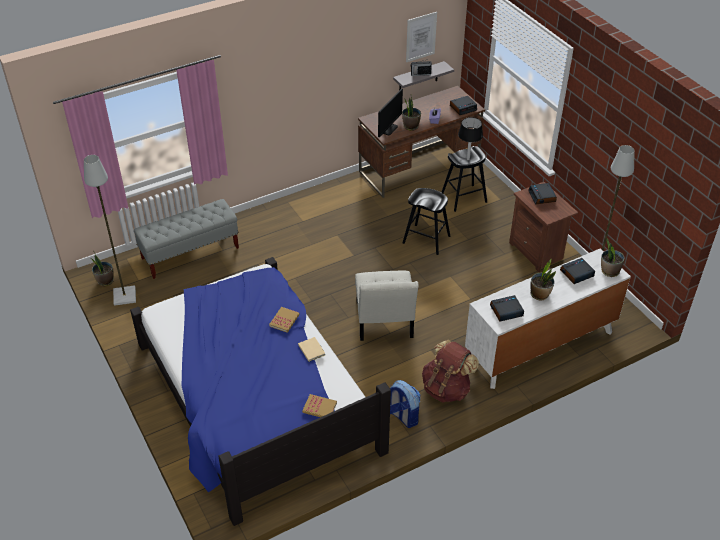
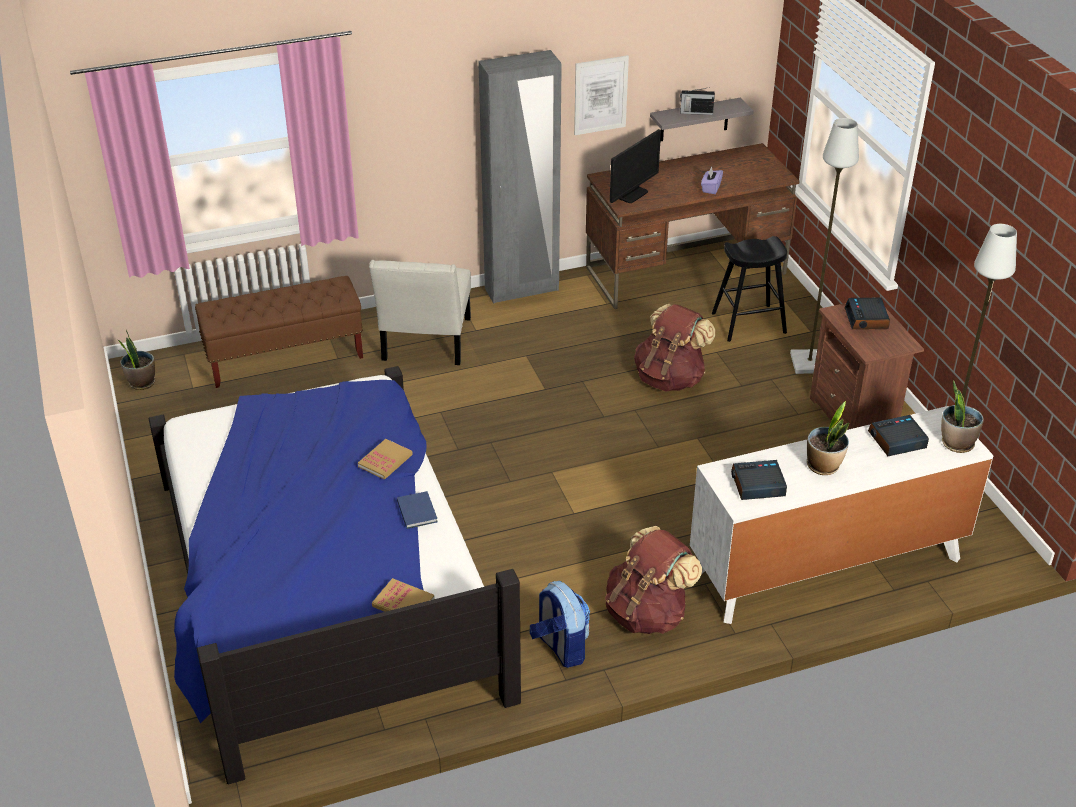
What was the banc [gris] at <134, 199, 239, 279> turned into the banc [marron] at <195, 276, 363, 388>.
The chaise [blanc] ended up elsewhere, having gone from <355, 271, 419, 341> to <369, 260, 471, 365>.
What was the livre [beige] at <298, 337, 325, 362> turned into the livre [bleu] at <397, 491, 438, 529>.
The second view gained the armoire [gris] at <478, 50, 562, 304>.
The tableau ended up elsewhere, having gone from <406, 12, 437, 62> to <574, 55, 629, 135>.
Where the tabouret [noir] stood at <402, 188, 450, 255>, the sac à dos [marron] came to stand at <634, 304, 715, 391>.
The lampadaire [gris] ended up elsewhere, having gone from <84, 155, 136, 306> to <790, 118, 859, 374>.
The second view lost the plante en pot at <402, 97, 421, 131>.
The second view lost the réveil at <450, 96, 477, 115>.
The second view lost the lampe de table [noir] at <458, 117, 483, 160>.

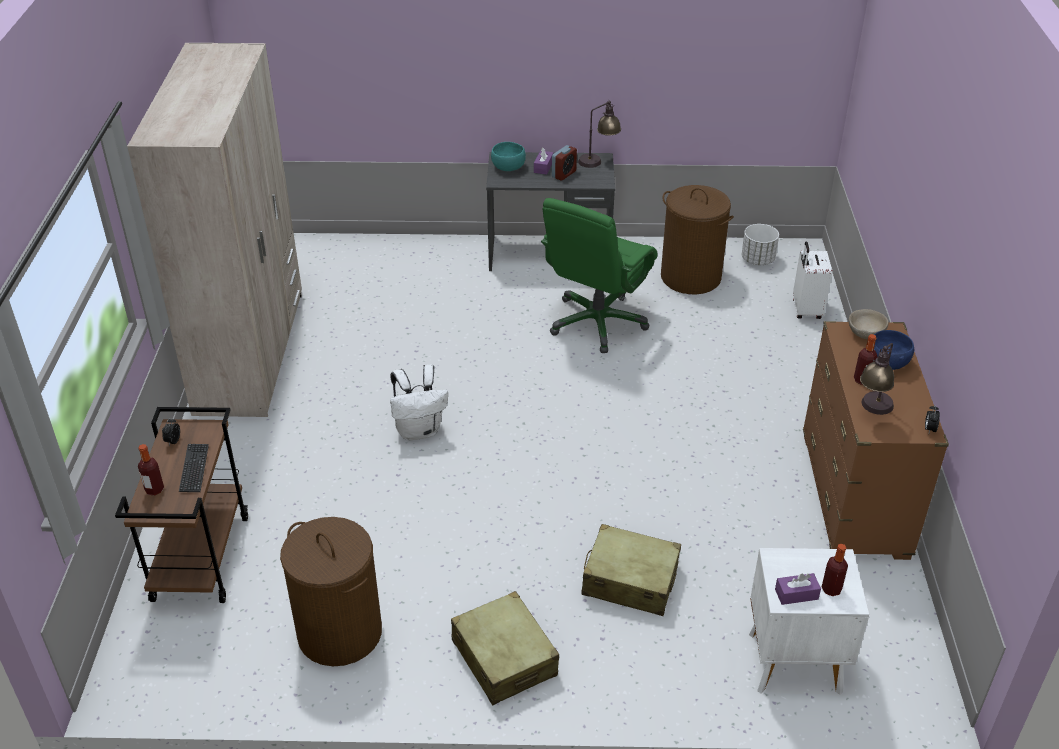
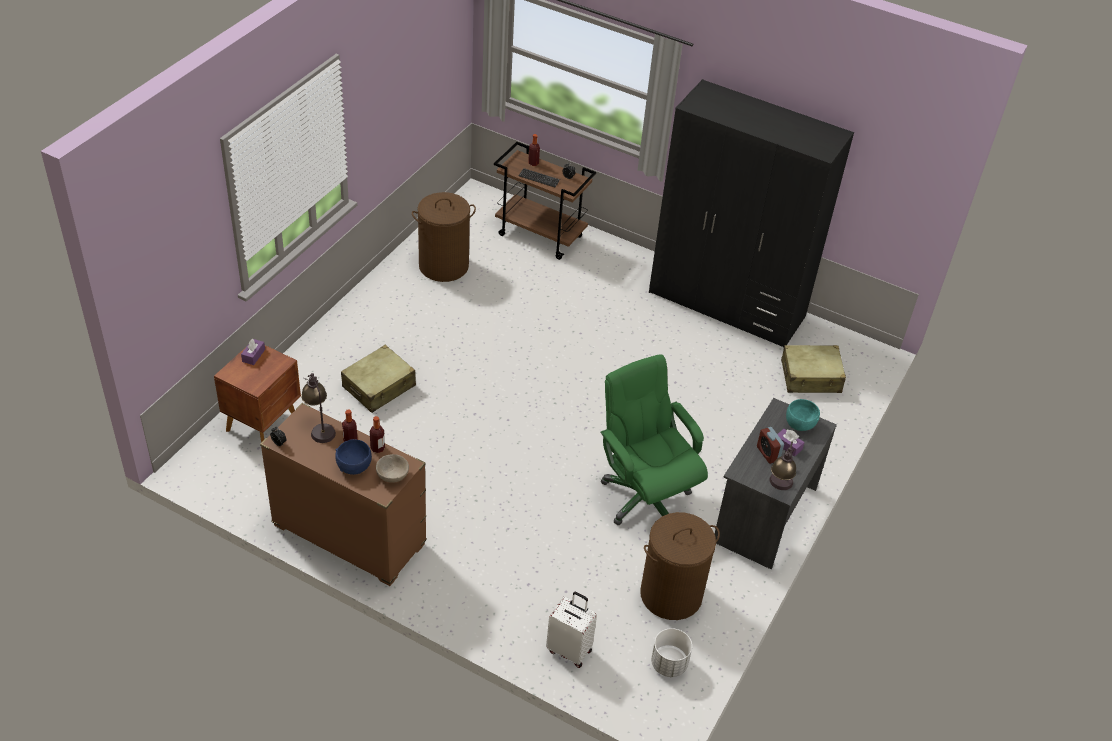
What was the table de chevet [blanc] at <749, 548, 869, 695> turned into the table de chevet [marron] at <214, 345, 301, 443>.
The bouteille ended up elsewhere, having gone from <821, 544, 848, 596> to <370, 416, 385, 453>.
What was the armoire [beige] at <127, 43, 302, 417> turned into the armoire [noir] at <649, 79, 854, 348>.
The valise [beige] ended up elsewhere, having gone from <451, 591, 559, 705> to <781, 345, 846, 393>.
The second view lost the sac à dos [blanc] at <390, 364, 448, 440>.

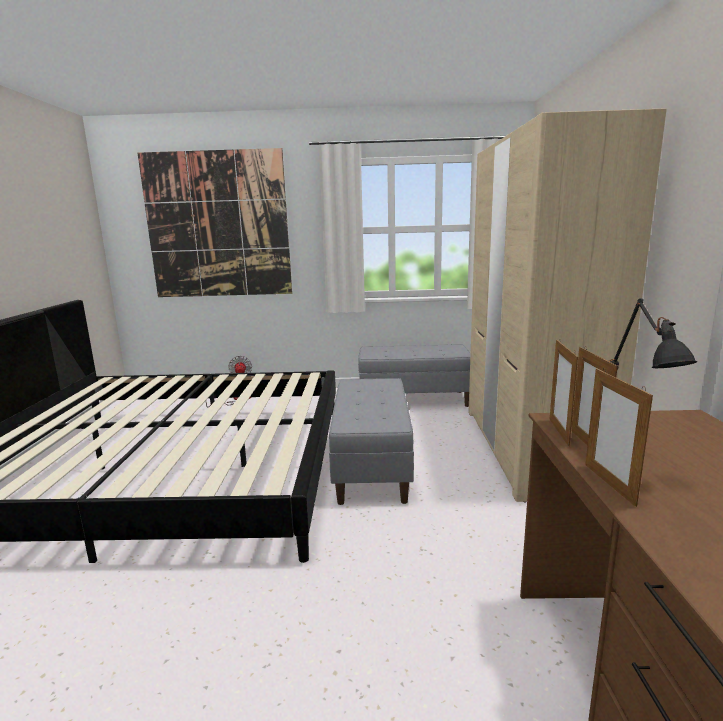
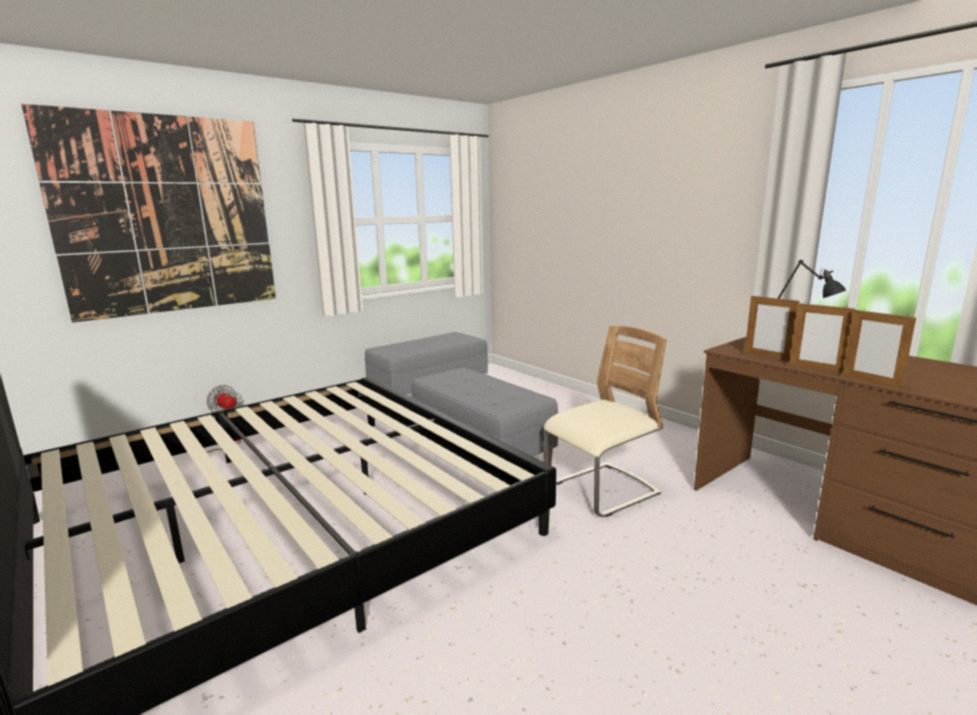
The second view gained the chaise [beige] at <544, 326, 667, 517>.
The cadre photo ended up elsewhere, having gone from <550, 339, 578, 446> to <843, 308, 916, 389>.
The second view lost the armoire [beige] at <468, 108, 667, 503>.

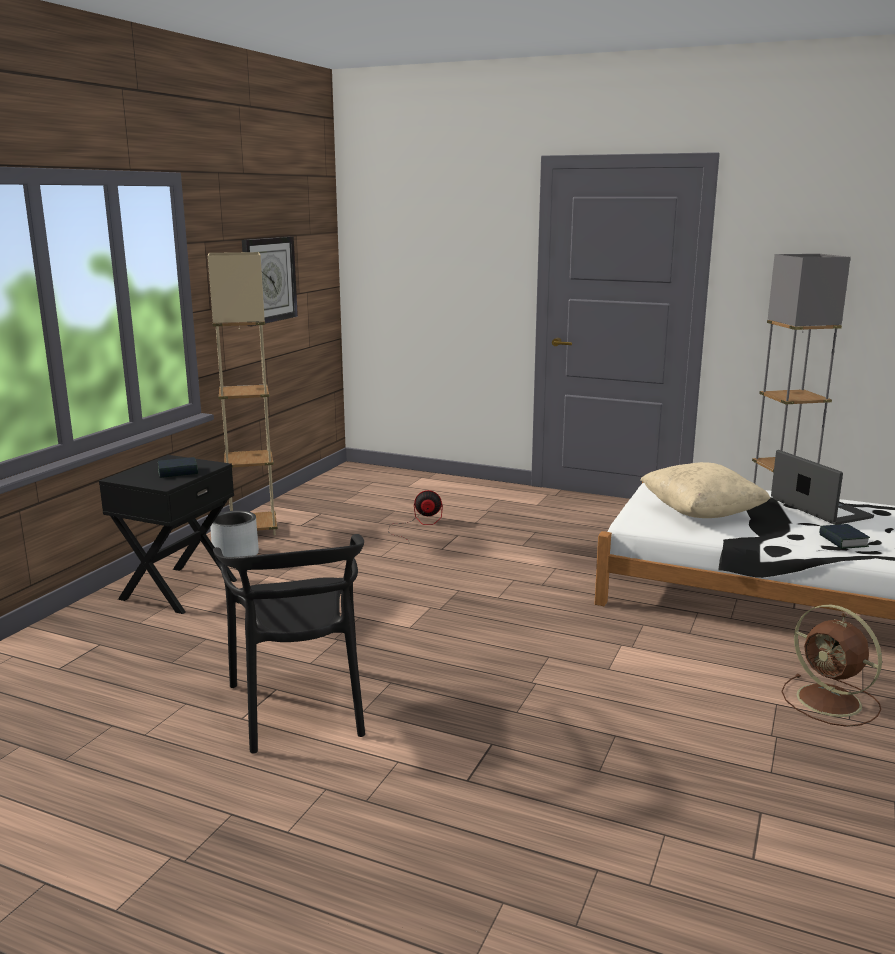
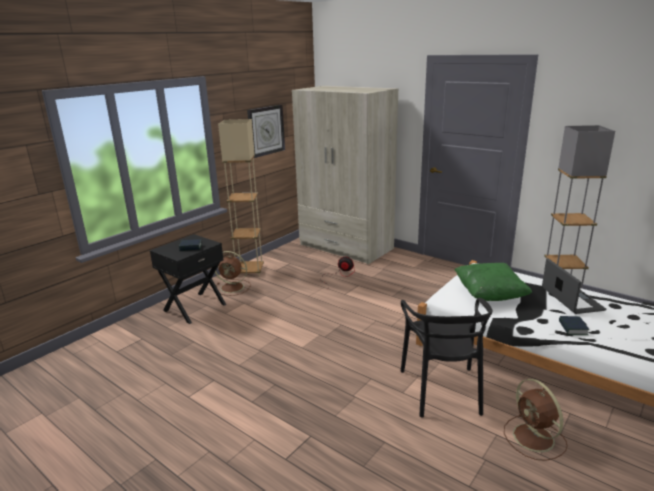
Where the cache-pot [gris] stood at <210, 510, 259, 557>, the ventilateur [marron] came to stand at <215, 251, 251, 296>.
The second view gained the armoire [beige] at <292, 86, 398, 264>.
The chaise [noir] ended up elsewhere, having gone from <213, 534, 365, 754> to <401, 298, 493, 417>.
What was the coussin [beige] at <640, 462, 770, 518> turned into the coussin [vert] at <455, 263, 532, 301>.

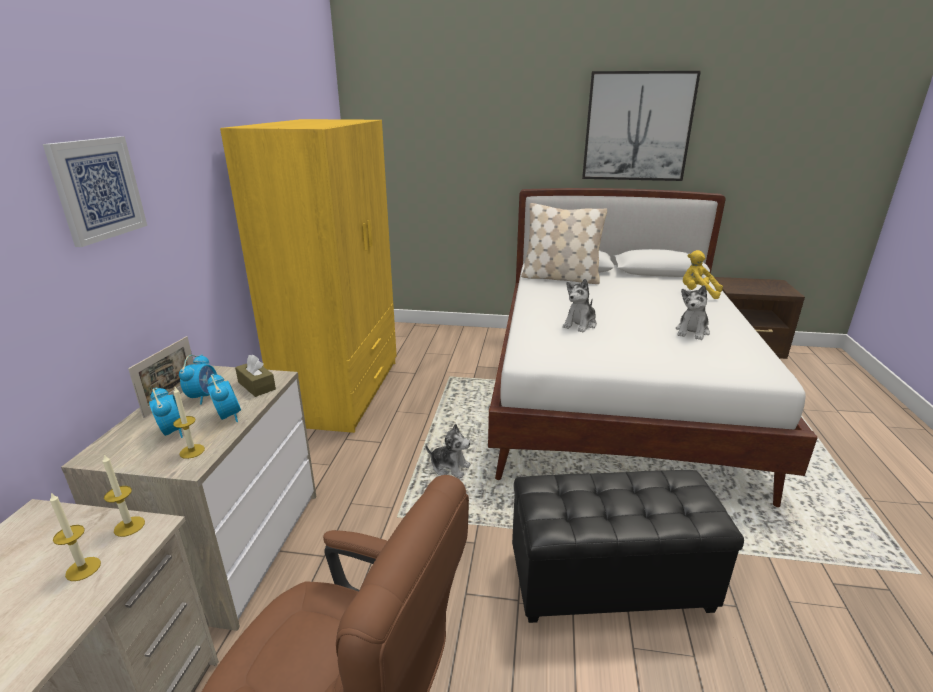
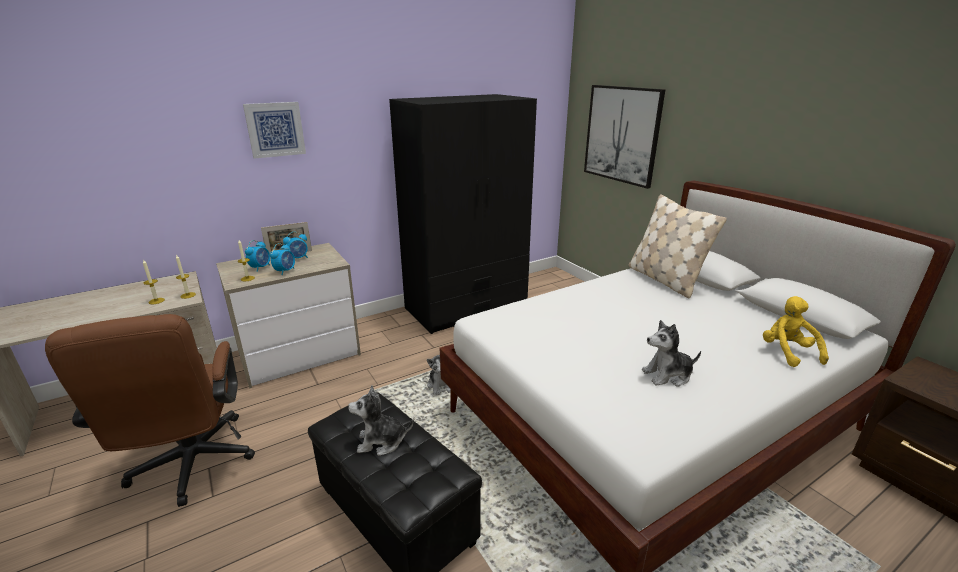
The peluche ended up elsewhere, having gone from <563, 279, 597, 332> to <348, 385, 413, 456>.
What was the armoire [jaune] at <220, 119, 397, 433> turned into the armoire [noir] at <389, 94, 537, 334>.
The tableau ended up elsewhere, having gone from <582, 71, 701, 181> to <584, 85, 665, 189>.
The second view lost the boîte à mouchoirs [marron] at <235, 354, 276, 397>.

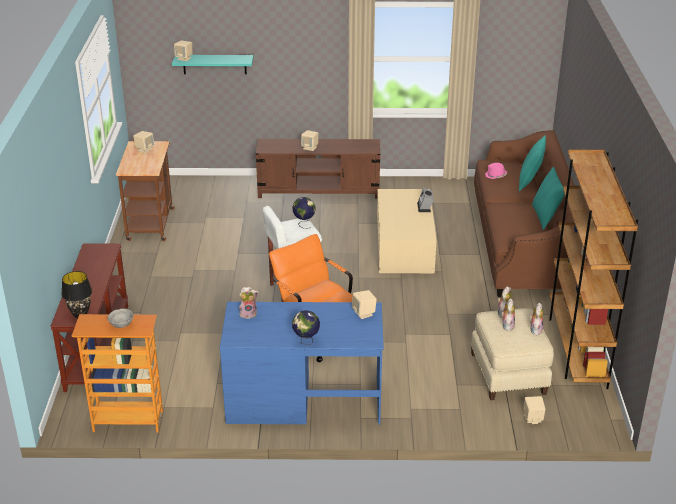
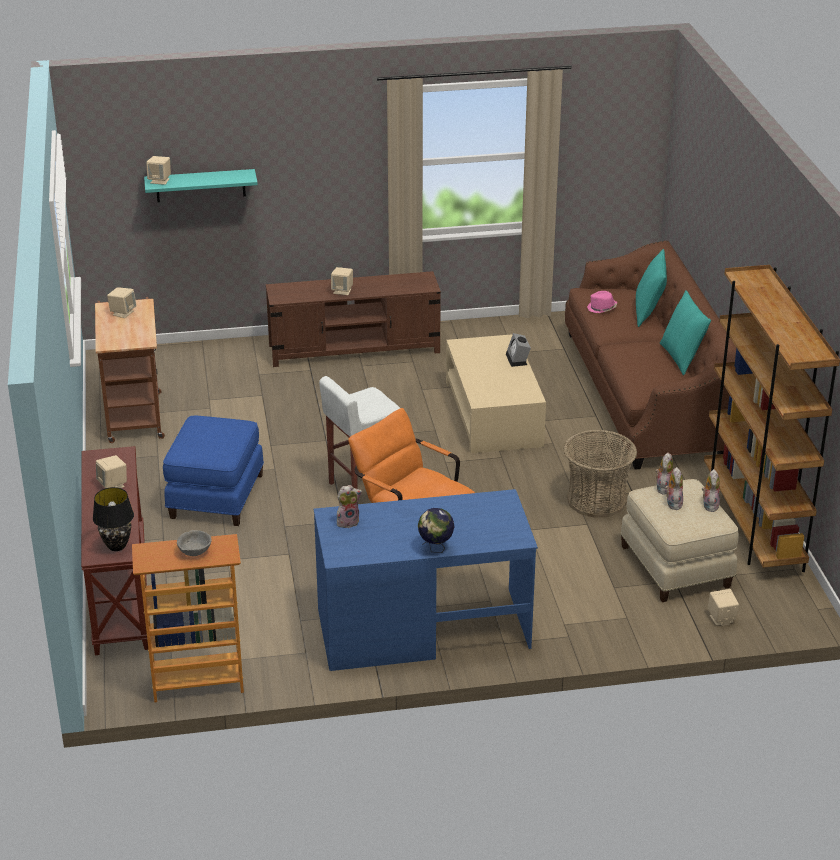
The enceinte [beige] ended up elsewhere, having gone from <352, 290, 377, 319> to <96, 455, 127, 488>.
The second view gained the pouf [bleu] at <163, 416, 264, 526>.
The second view gained the panier at <563, 430, 637, 518>.
The second view lost the globe at <292, 197, 316, 229>.

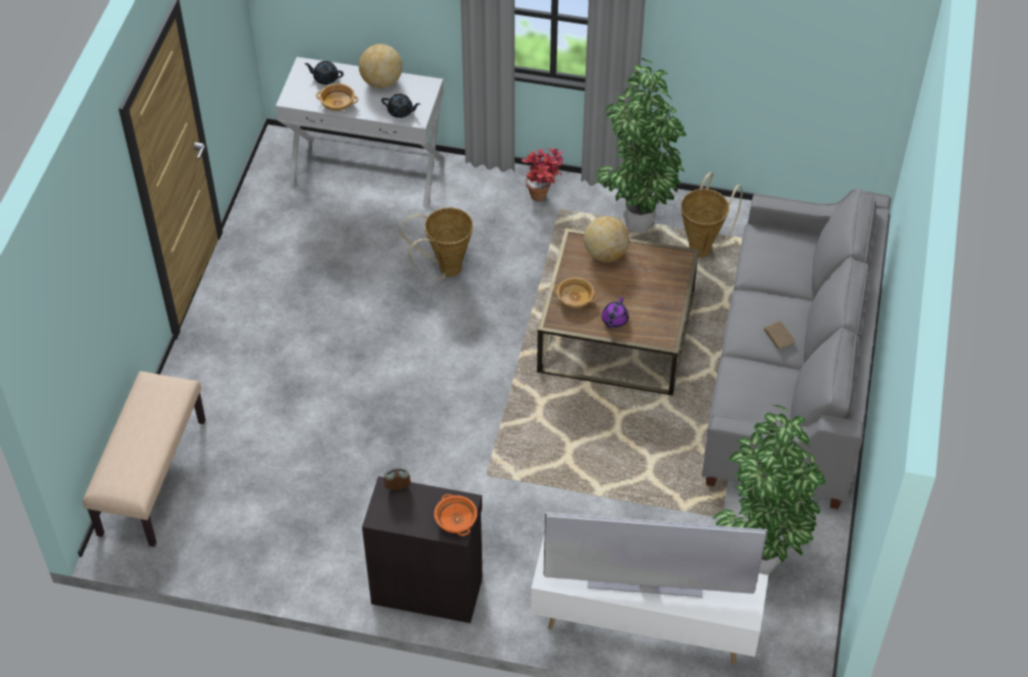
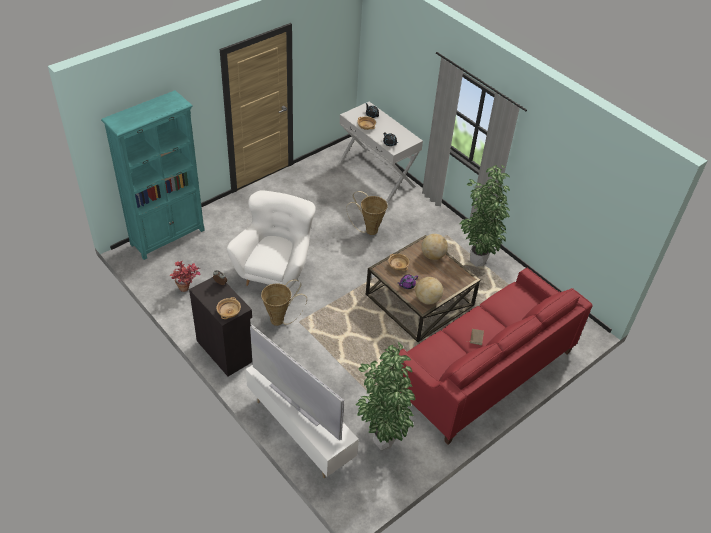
Where the banc [beige] stood at <83, 371, 206, 547>, the bibliothèque [turquoise] came to stand at <101, 90, 205, 260>.
The plante en pot ended up elsewhere, having gone from <521, 148, 563, 202> to <170, 261, 200, 292>.
What was the bol [orange] at <434, 494, 477, 536> turned into the bol [beige] at <216, 297, 241, 319>.
The second view gained the fauteuil [blanc] at <227, 190, 316, 288>.
The panier ended up elsewhere, having gone from <681, 172, 742, 258> to <261, 279, 307, 326>.
What was the canapé [gris] at <702, 189, 891, 509> turned into the canapé [rouge] at <399, 268, 592, 444>.
The globe ended up elsewhere, having gone from <359, 44, 403, 88> to <415, 277, 443, 304>.

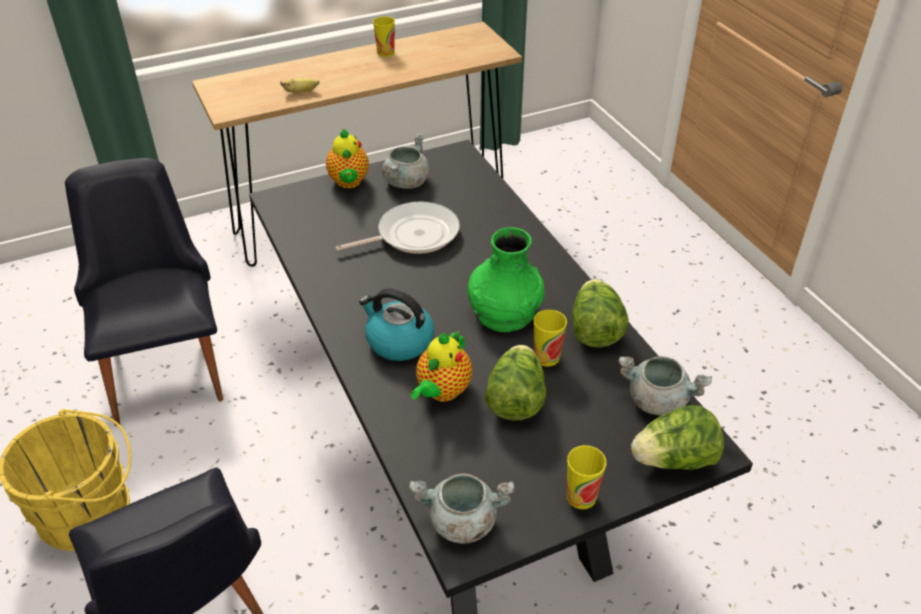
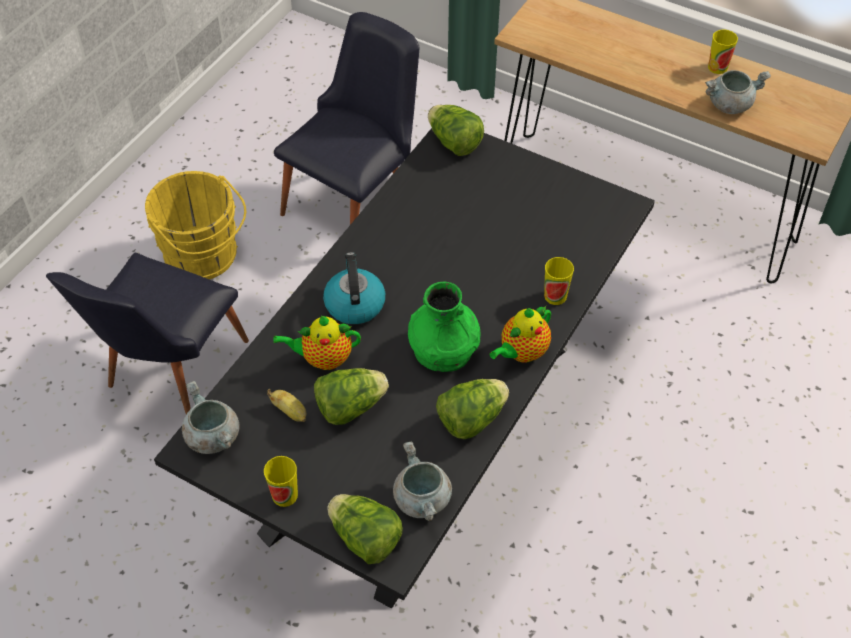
The banane ended up elsewhere, having gone from <280, 78, 319, 93> to <267, 389, 306, 422>.
The second view gained the laitue at <428, 105, 484, 156>.
The théière ended up elsewhere, having gone from <326, 129, 369, 188> to <489, 306, 551, 363>.
The tasse ended up elsewhere, having gone from <534, 310, 567, 366> to <544, 257, 574, 305>.
The marmite [gris] ended up elsewhere, having gone from <382, 133, 429, 189> to <705, 70, 771, 114>.
The second view lost the poêle at <336, 201, 460, 254>.

